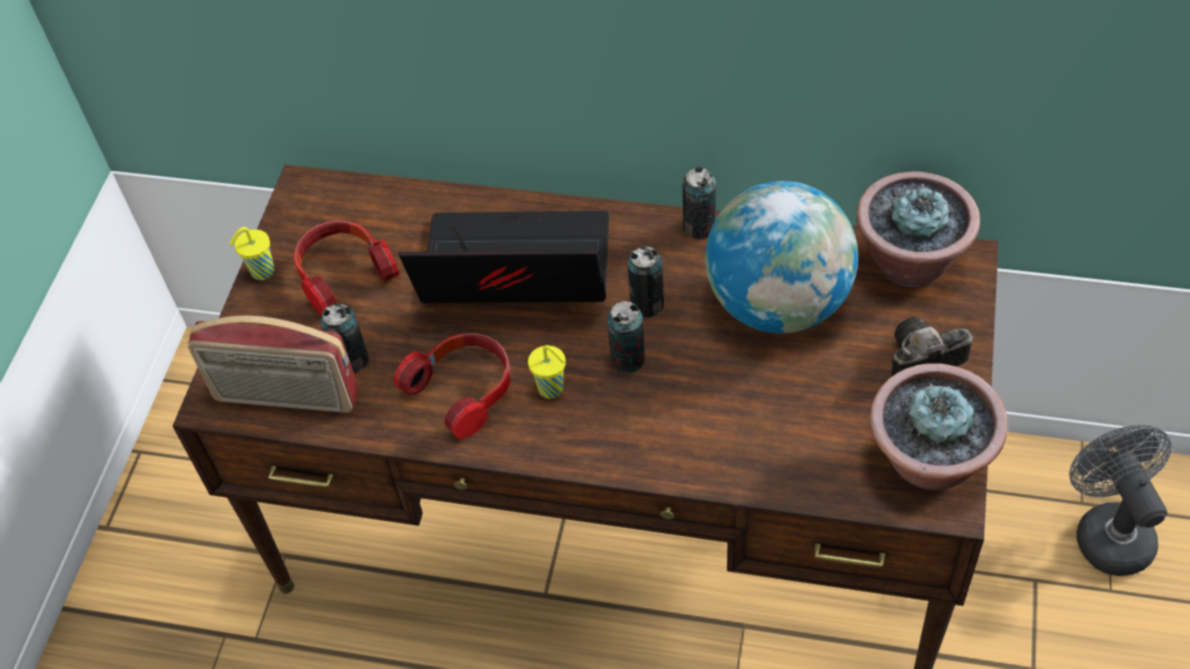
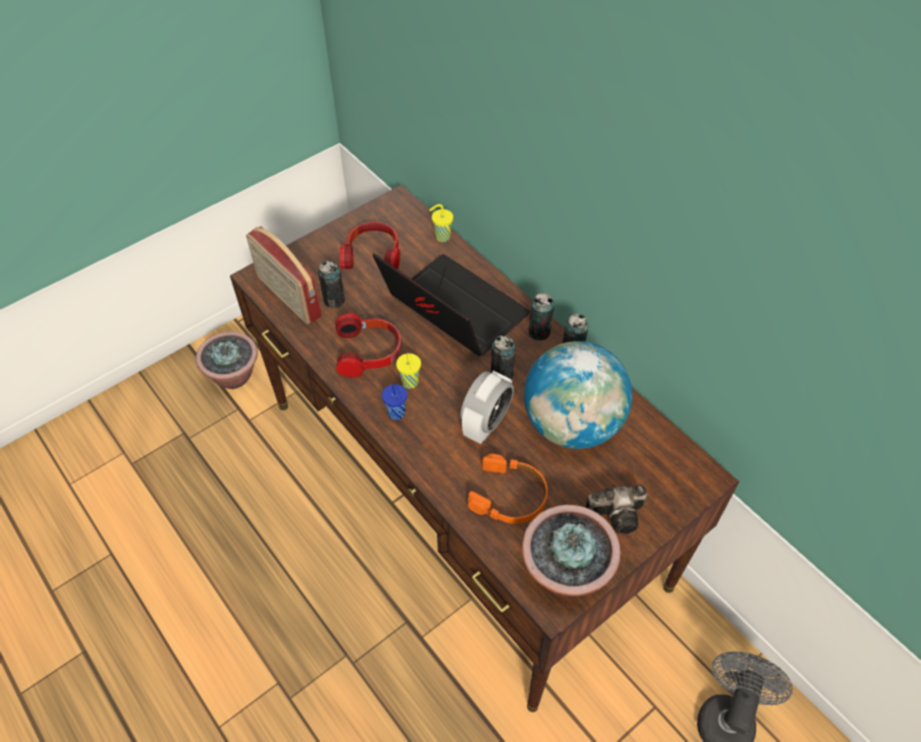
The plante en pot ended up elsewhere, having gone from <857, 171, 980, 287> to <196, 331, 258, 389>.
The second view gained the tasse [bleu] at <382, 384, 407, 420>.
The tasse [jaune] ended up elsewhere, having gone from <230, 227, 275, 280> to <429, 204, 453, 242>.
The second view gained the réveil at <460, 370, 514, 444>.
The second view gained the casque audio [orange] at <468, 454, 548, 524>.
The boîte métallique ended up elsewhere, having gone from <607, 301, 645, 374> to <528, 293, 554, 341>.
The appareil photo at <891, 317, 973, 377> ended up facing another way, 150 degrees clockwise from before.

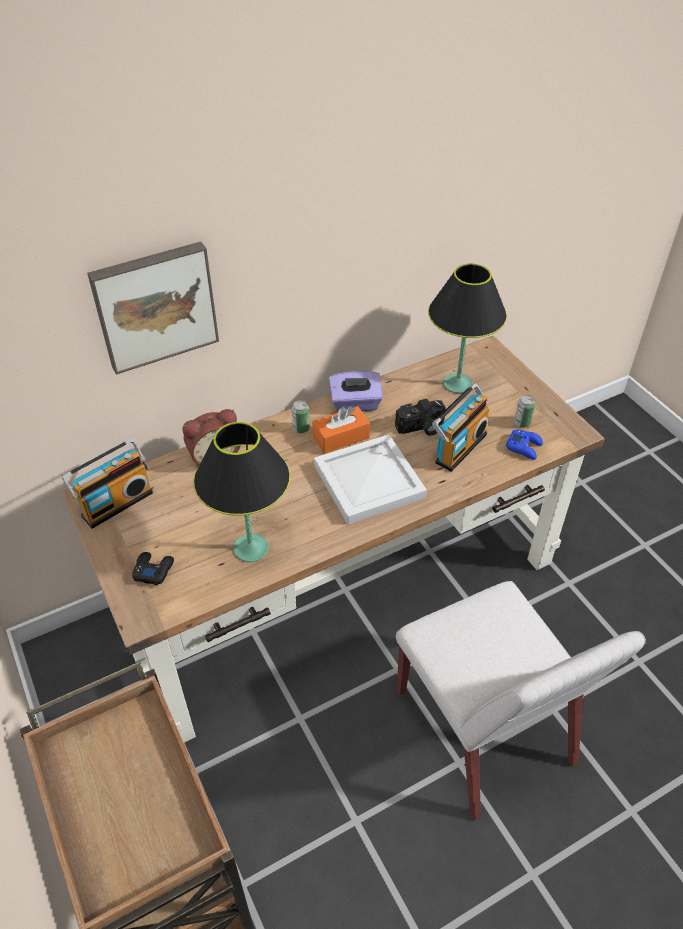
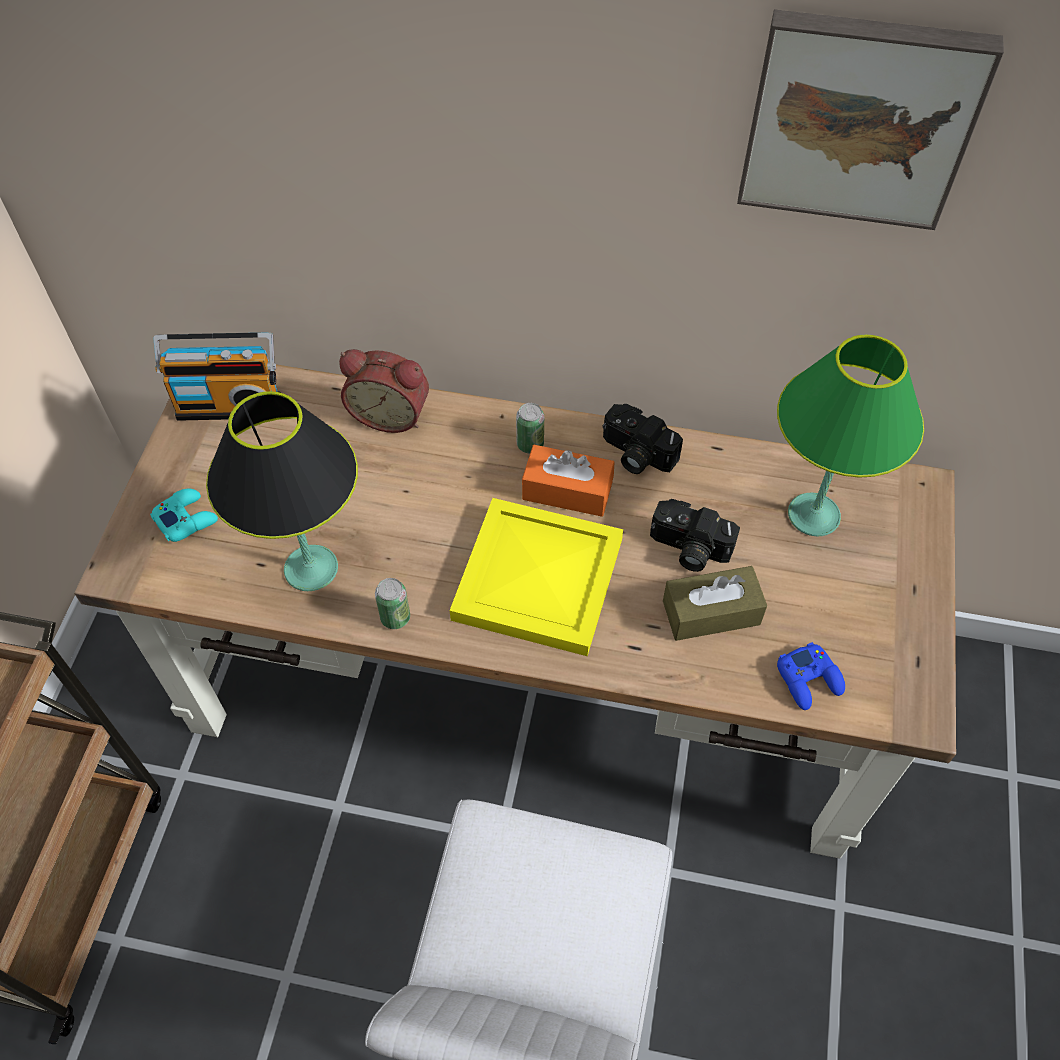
What was the manette [noir] at <132, 552, 174, 585> turned into the manette [turquoise] at <150, 489, 218, 542>.
The boîte métallique ended up elsewhere, having gone from <514, 395, 535, 428> to <375, 578, 410, 629>.
What was the plateau [blanc] at <314, 434, 427, 525> turned into the plateau [jaune] at <450, 498, 623, 656>.
Where the boîte à mouchoirs [violet] stood at <329, 371, 383, 413>, the appareil photo came to stand at <602, 404, 683, 474>.
Where the radio stood at <432, 383, 489, 472>, the boîte à mouchoirs [marron] came to stand at <663, 566, 767, 641>.
The tableau ended up elsewhere, having gone from <87, 242, 219, 375> to <737, 9, 1004, 230>.
What was the lampe de table [noir] at <428, 264, 507, 393> turned into the lampe de table [vert] at <777, 335, 924, 536>.

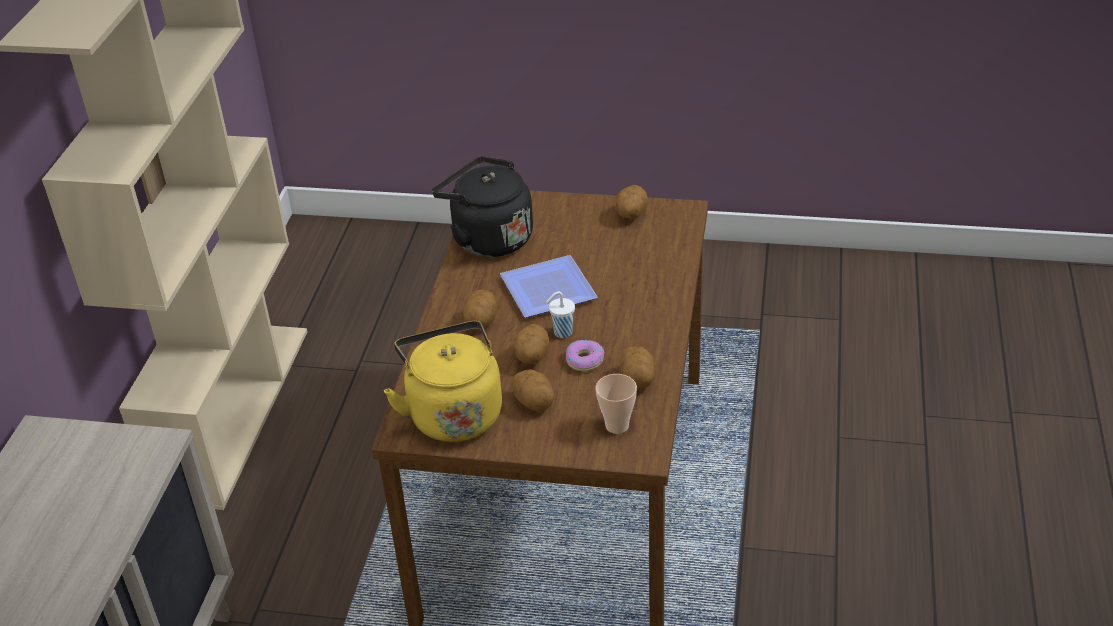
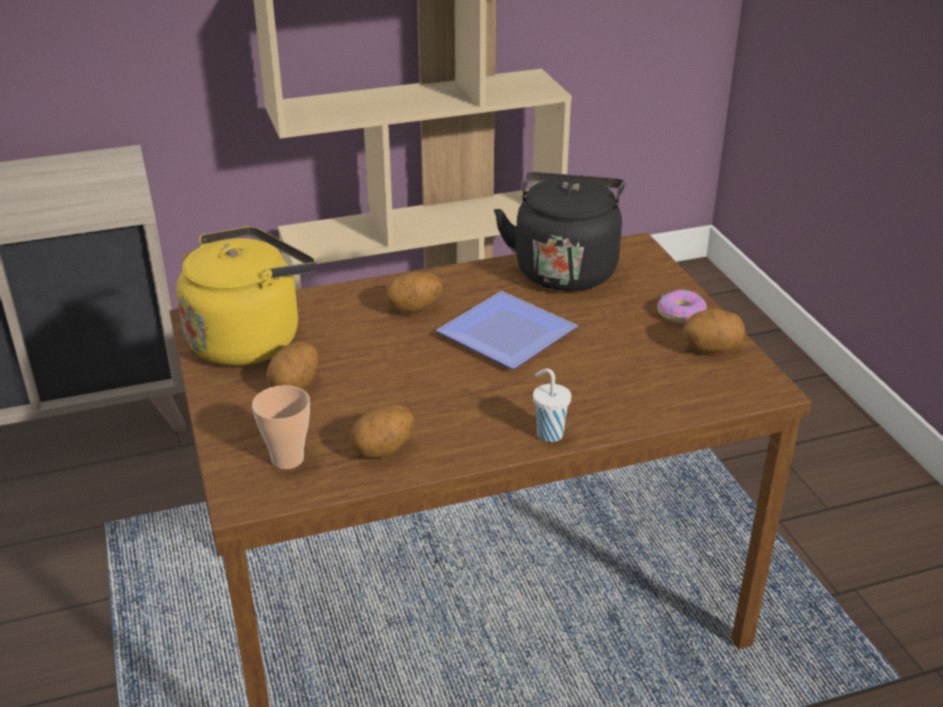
The tasse [blanc] ended up elsewhere, having gone from <546, 291, 575, 338> to <533, 368, 571, 442>.
The beignet ended up elsewhere, having gone from <566, 340, 604, 371> to <657, 290, 707, 323>.
The second view lost the pomme de terre at <514, 324, 549, 364>.

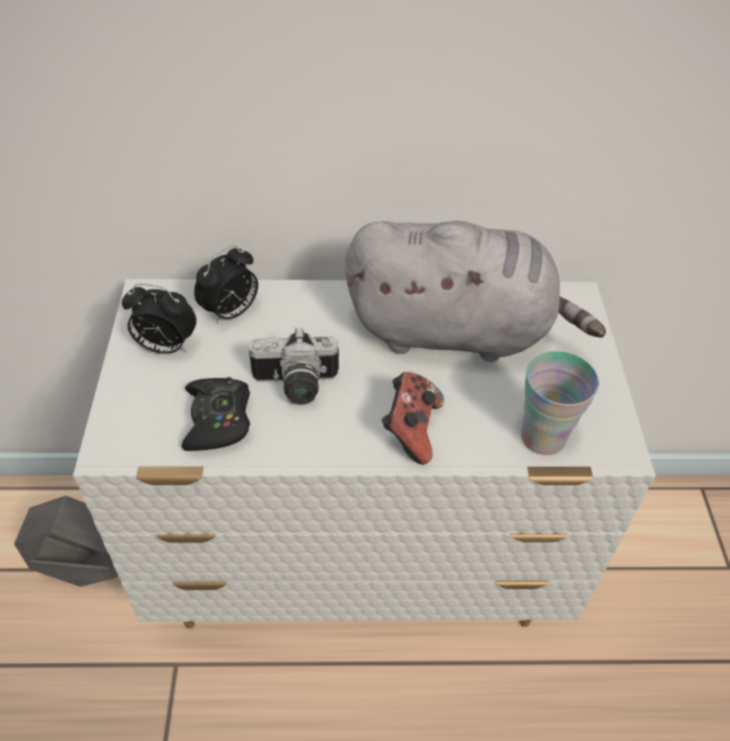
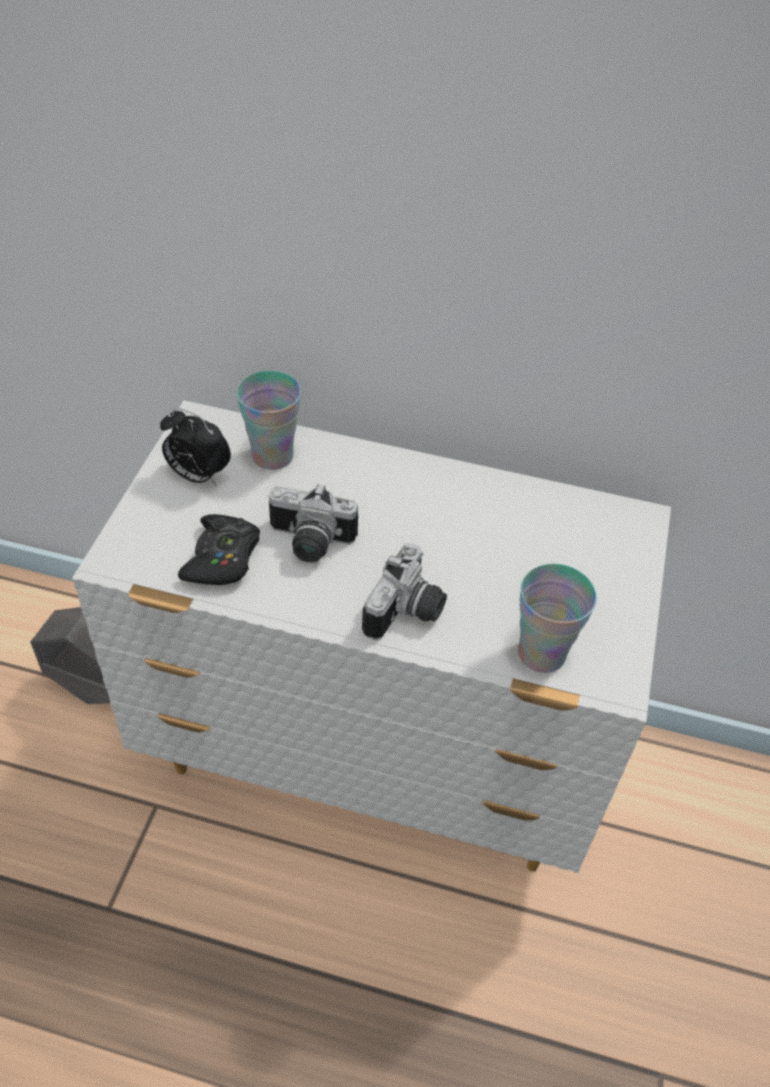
Where the réveil stood at <194, 245, 258, 324>, the tasse came to stand at <237, 371, 301, 470>.
Where the manette stood at <382, 372, 444, 465>, the appareil photo came to stand at <362, 543, 447, 640>.
The second view lost the peluche [gris] at <345, 221, 606, 362>.

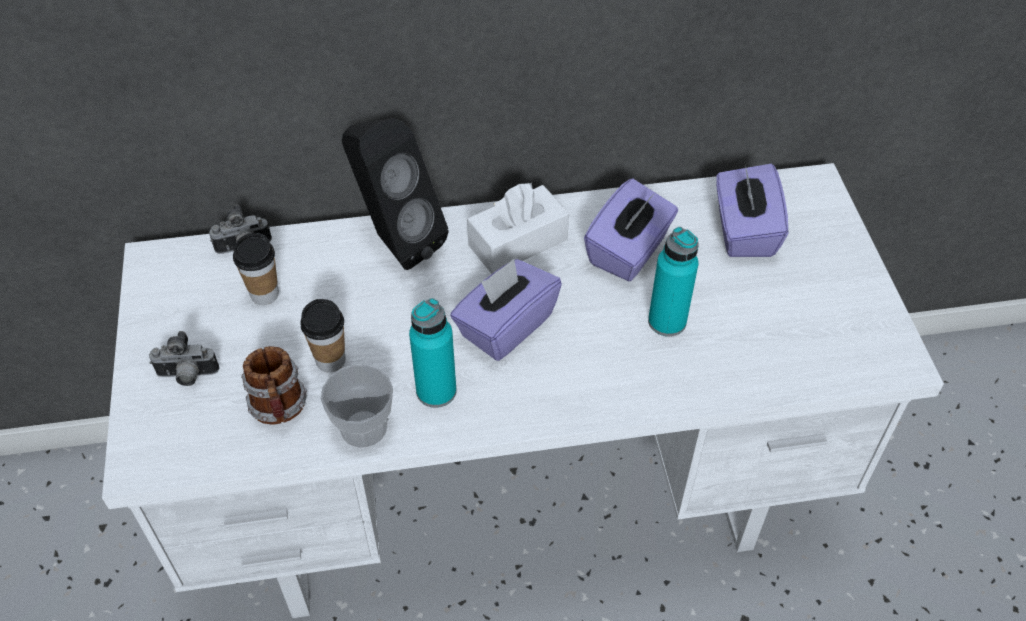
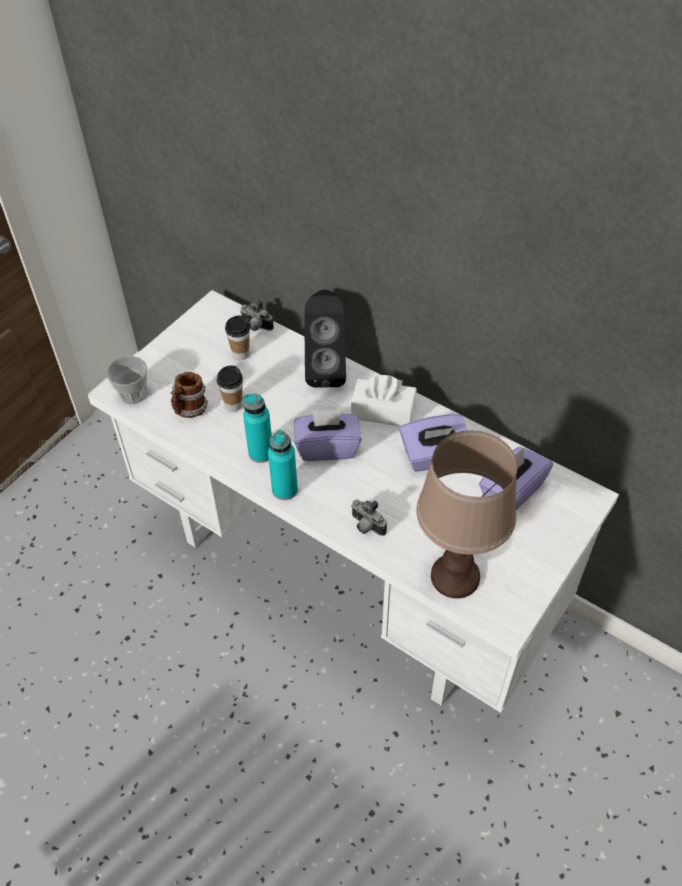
The tasse ended up elsewhere, having gone from <321, 365, 393, 448> to <106, 356, 148, 404>.
The bouteille [turquoise] ended up elsewhere, having gone from <648, 227, 699, 337> to <268, 430, 298, 500>.
The appareil photo ended up elsewhere, having gone from <149, 331, 219, 386> to <351, 499, 387, 536>.
The second view gained the lampe de table [marron] at <416, 430, 517, 599>.

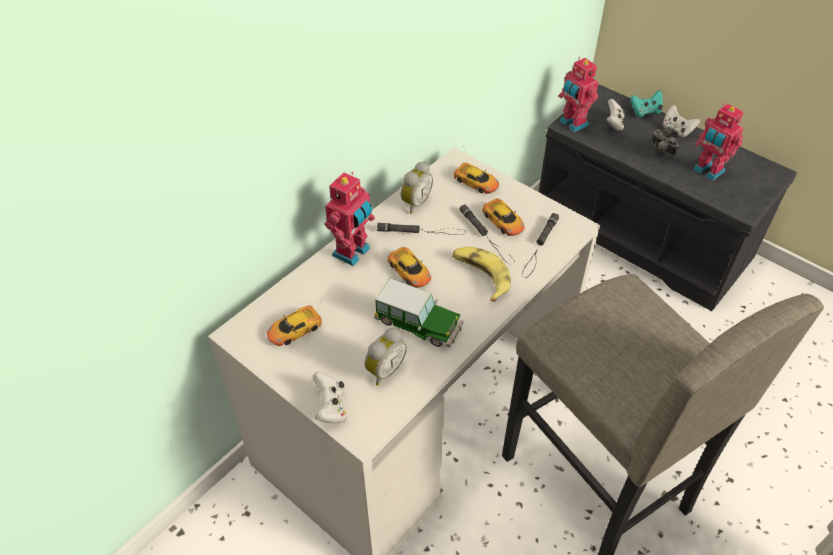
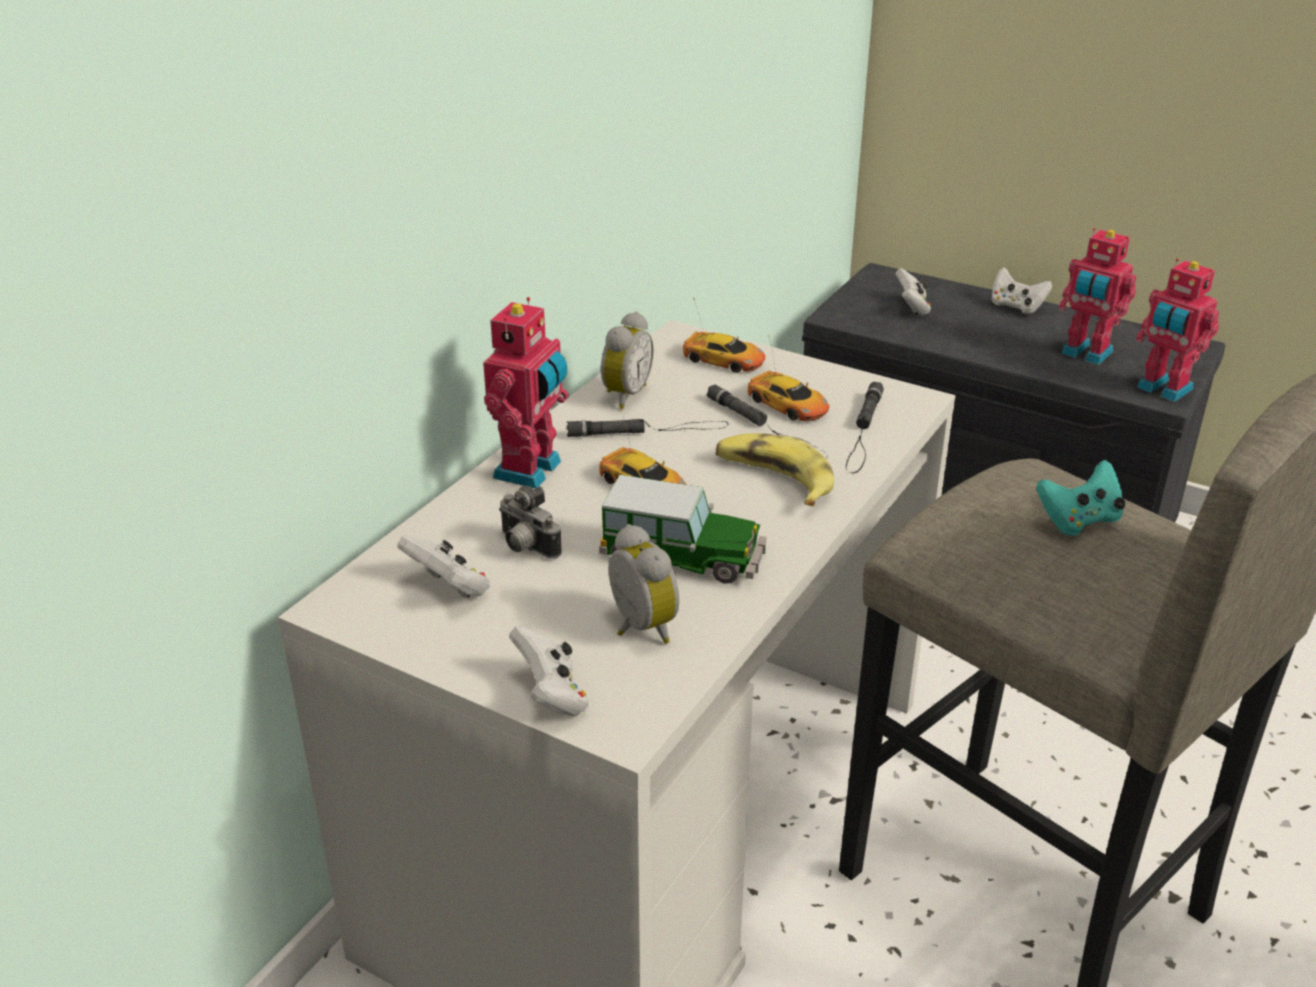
Where the petite voiture stood at <267, 306, 322, 346>, the manette [blanc] came to stand at <397, 535, 490, 598>.
The appareil photo ended up elsewhere, having gone from <651, 128, 679, 156> to <499, 485, 562, 559>.
The réveil at <364, 328, 407, 386> ended up facing another way, 60 degrees counterclockwise from before.
The manette [turquoise] ended up elsewhere, having gone from <630, 90, 663, 117> to <1036, 460, 1125, 536>.
The robot jouet ended up elsewhere, having gone from <559, 57, 599, 132> to <1136, 258, 1219, 402>.

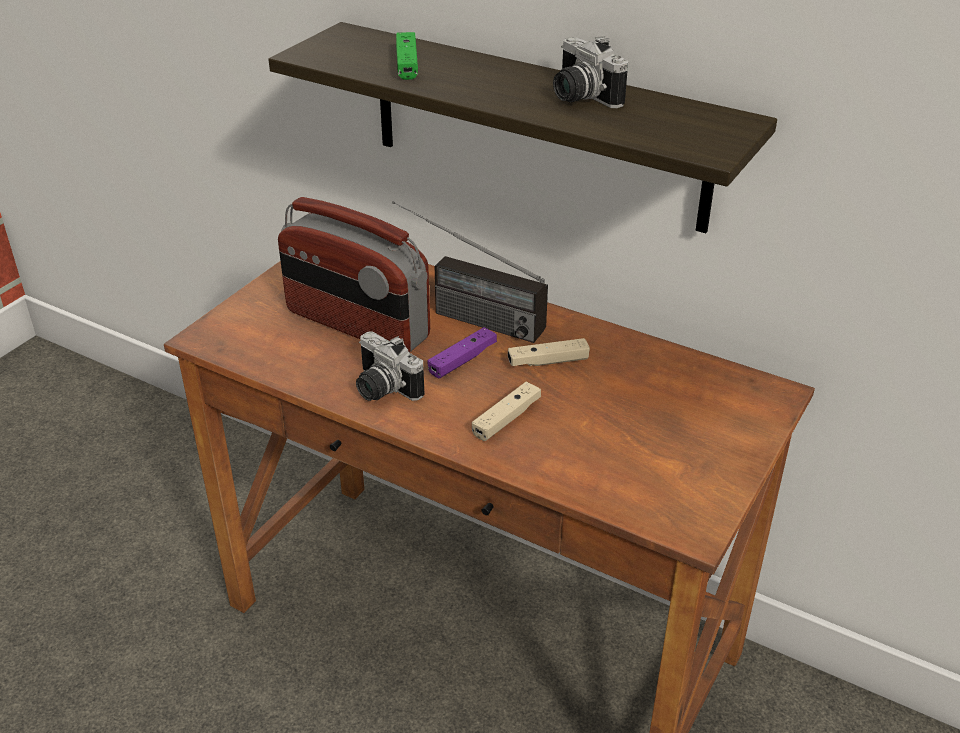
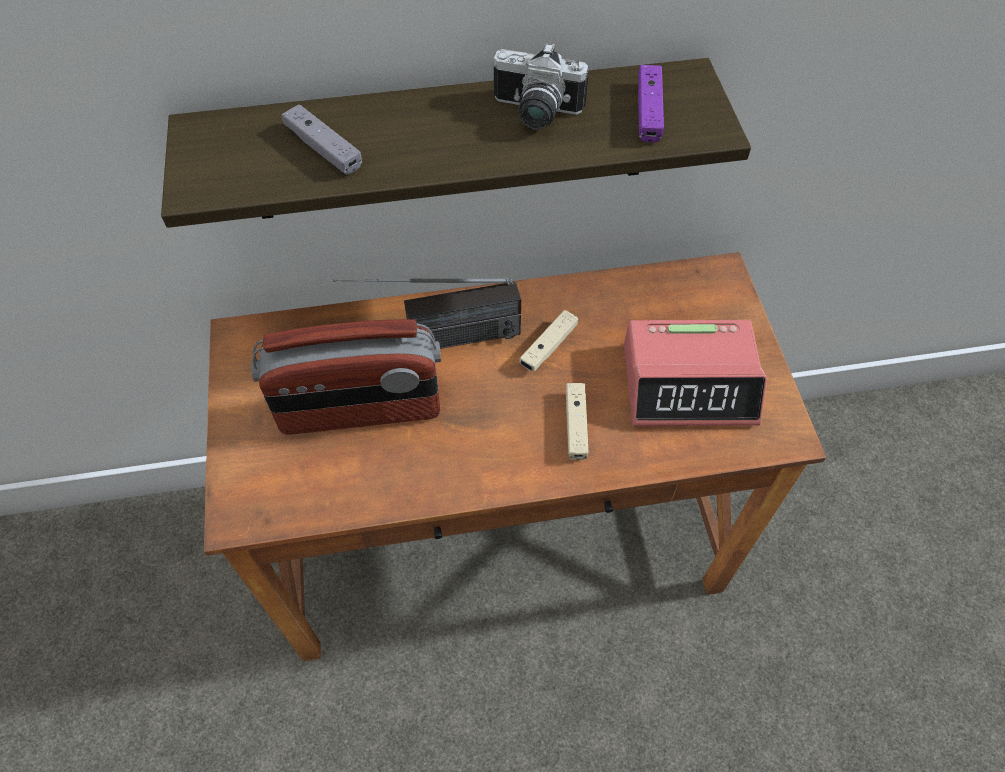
What was the manette [vert] at <396, 32, 418, 80> turned into the manette [gris] at <282, 104, 362, 175>.
The second view gained the réveil at <624, 320, 767, 426>.
The manette [violet] ended up elsewhere, having gone from <428, 327, 497, 378> to <638, 65, 664, 143>.
The second view lost the appareil photo at <356, 331, 424, 401>.

